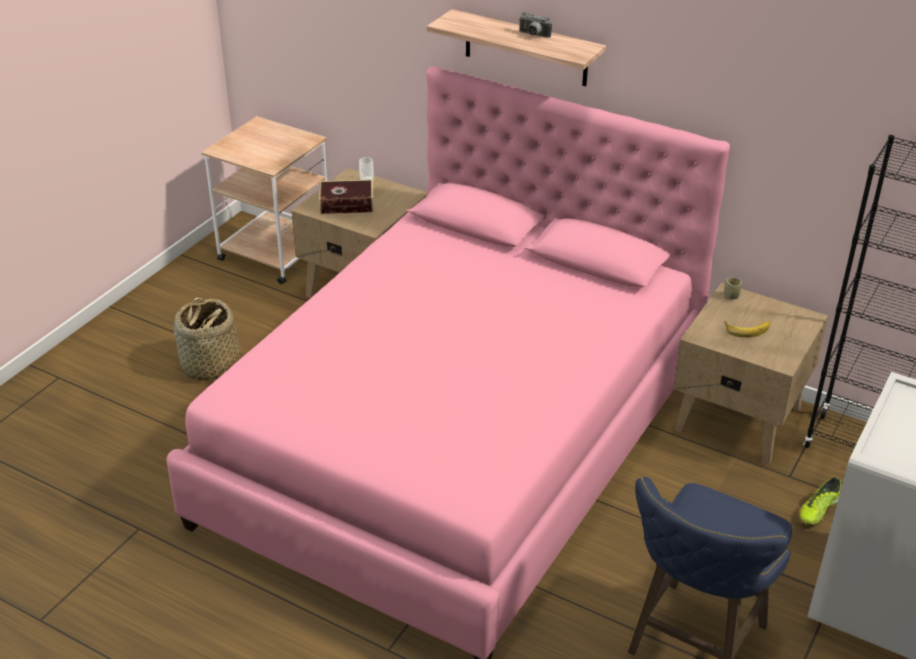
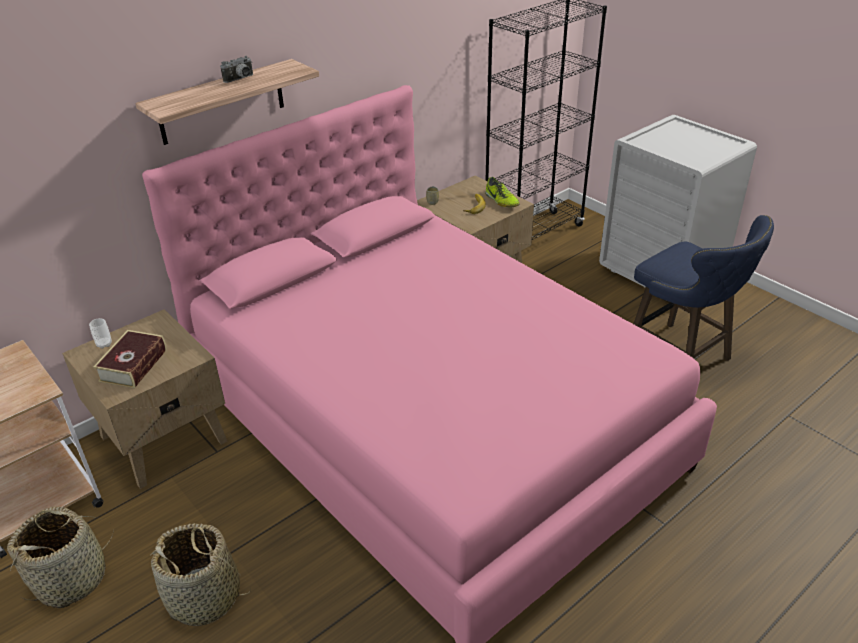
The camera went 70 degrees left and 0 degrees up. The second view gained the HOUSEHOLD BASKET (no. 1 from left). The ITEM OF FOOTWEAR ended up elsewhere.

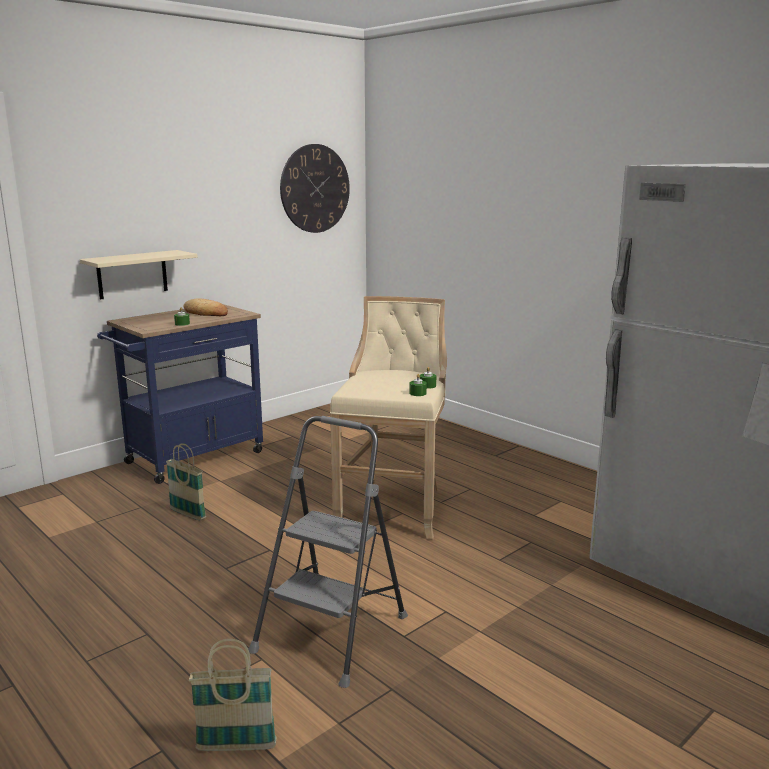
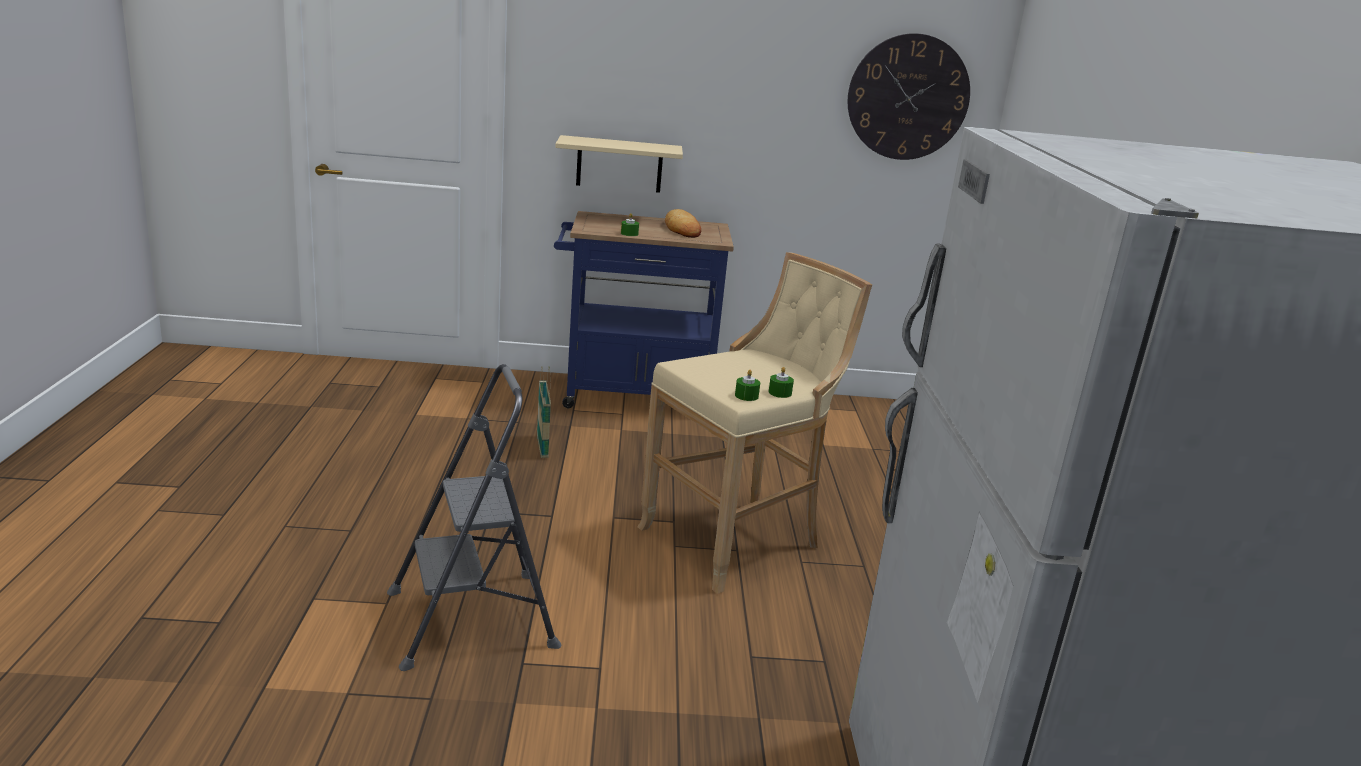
The camera went 40 degrees right and 5 degrees up. The second view lost the HOUSEHOLD BASKET (no. 2 from left).

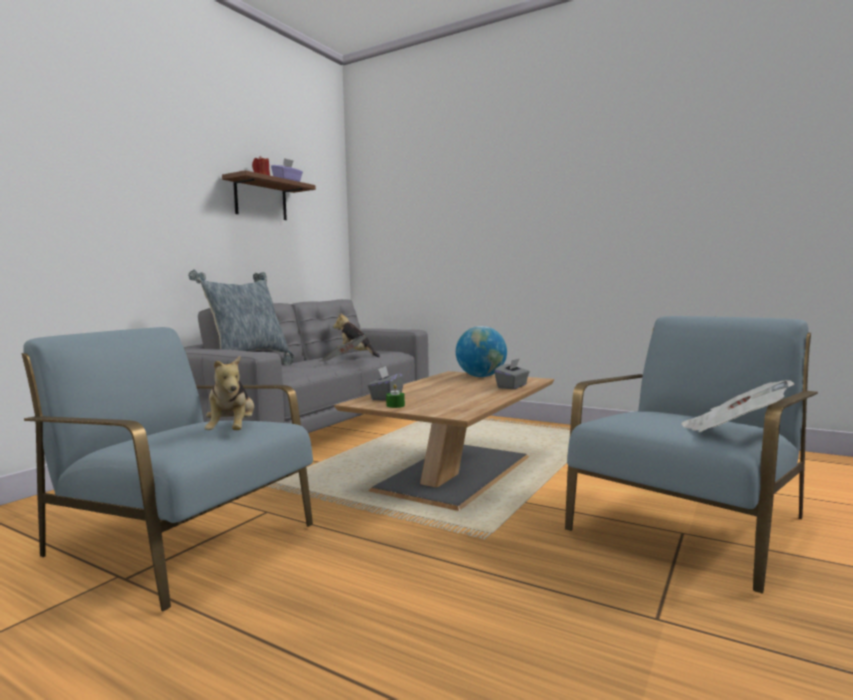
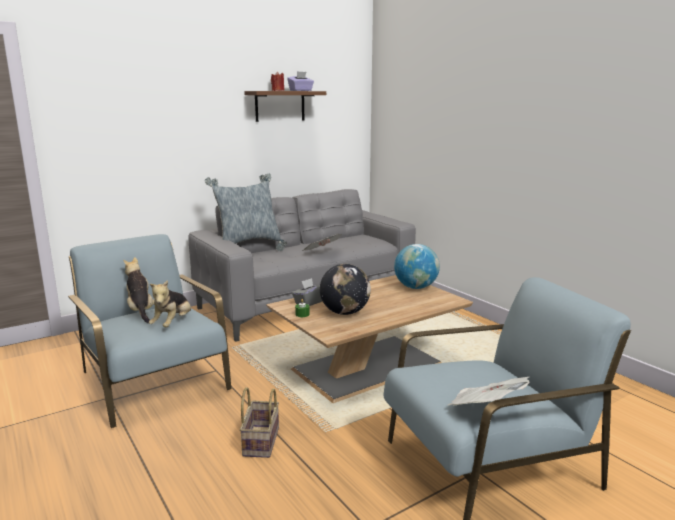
The camera went 25 degrees right and 10 degrees up. The second view lost the GREYISH BOX OF TISSUES (no. 2 from left). The second view gained the HOUSEHOLD BASKET. The second view gained the GLOBE (no. 1 from left). The SOFT TOY (no. 2 from left in the first image) ended up elsewhere.

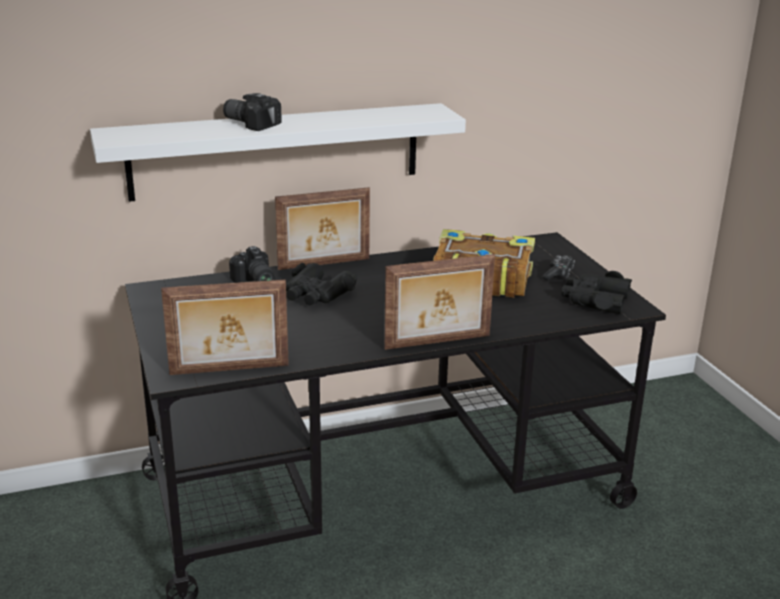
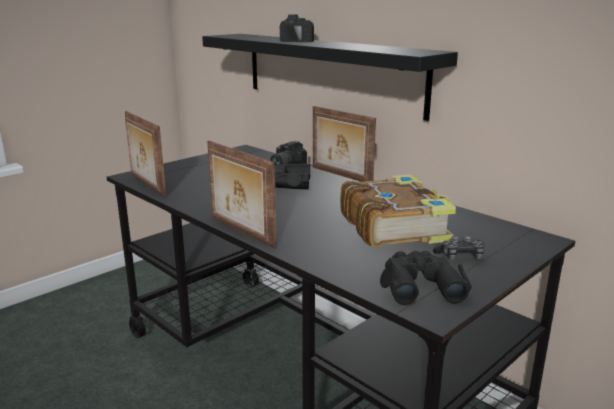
The camera went 65 degrees right and 5 degrees down. What was the WHITISH WALL SHELF turned into the BLACKISH WALL SHELF.

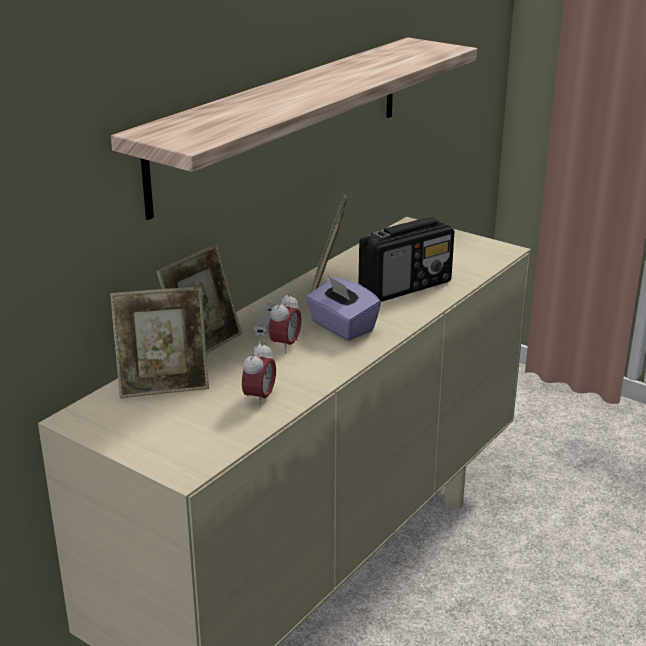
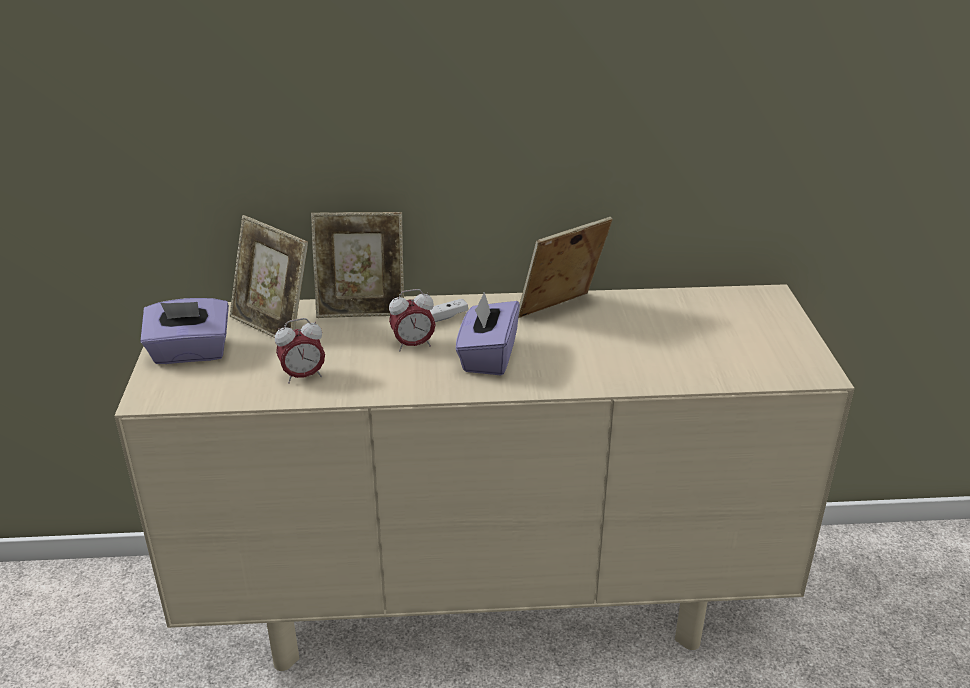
The camera went 50 degrees right and 5 degrees up. The second view lost the WALL SHELF. The second view lost the RADIO RECEIVER. The second view gained the PURPLE-COLOURED BOX OF TISSUES (no. 1 from left).

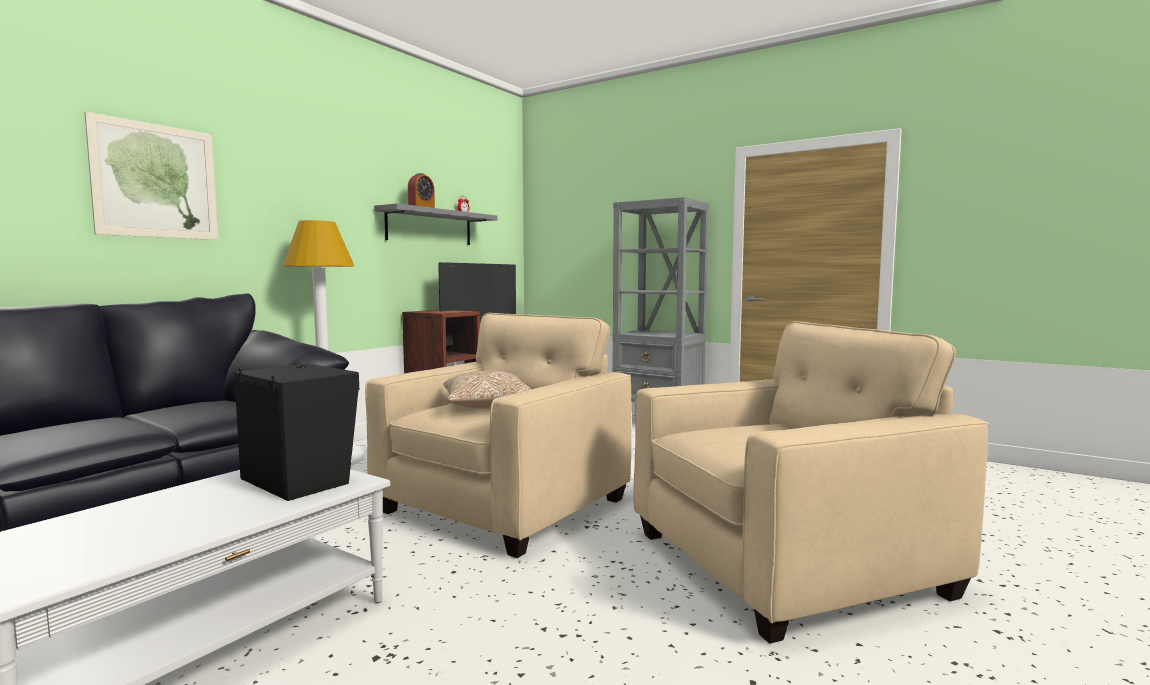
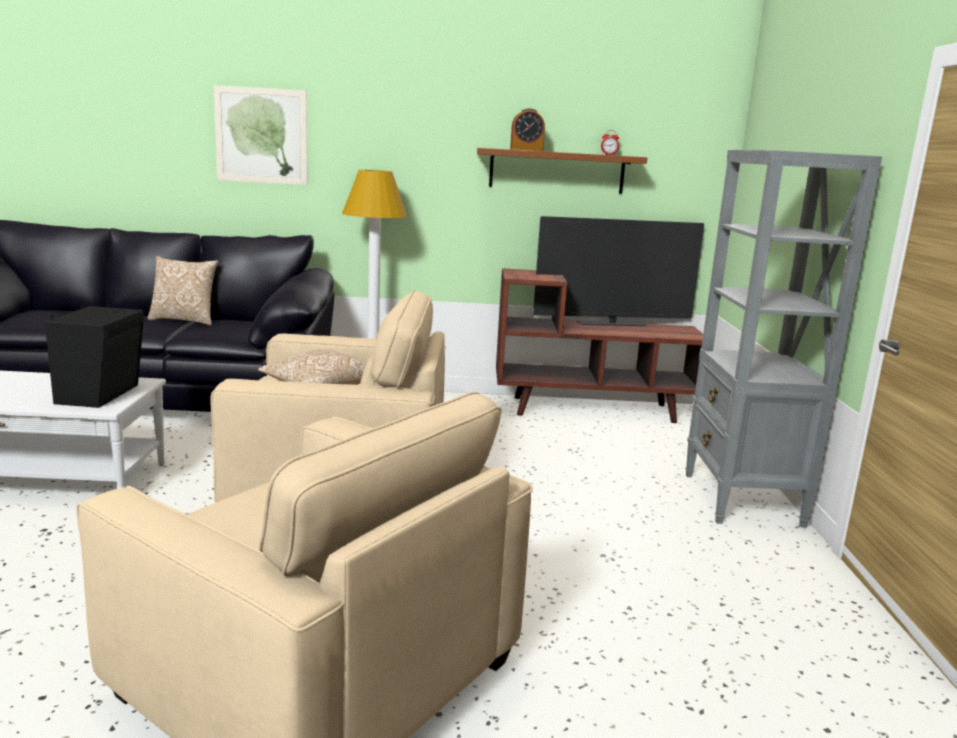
The camera went 55 degrees right and 10 degrees up. The second view gained the CUSHION (no. 1 from left). What was the GREYISH WALL SHELF turned into the BROWN-COLOURED WALL SHELF.

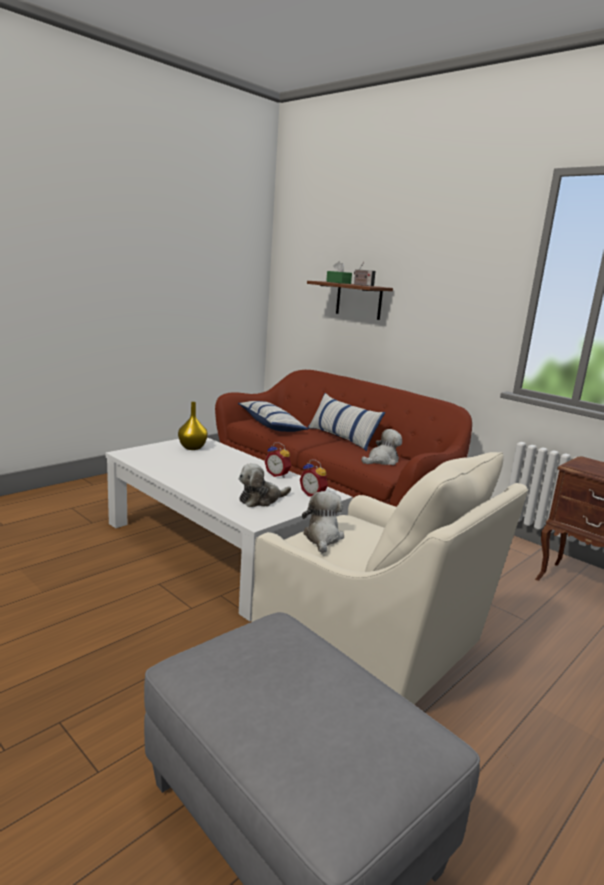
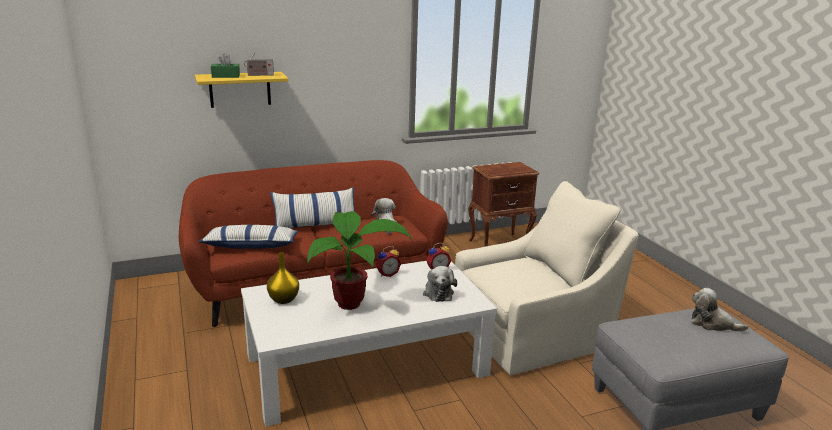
The camera went 65 degrees left and 5 degrees up. The second view gained the POTTED PLANT. The SOFT TOY (no. 2 from left in the first image) ended up elsewhere. What was the BROWN-COLOURED WALL SHELF turned into the YELLOW WALL SHELF.

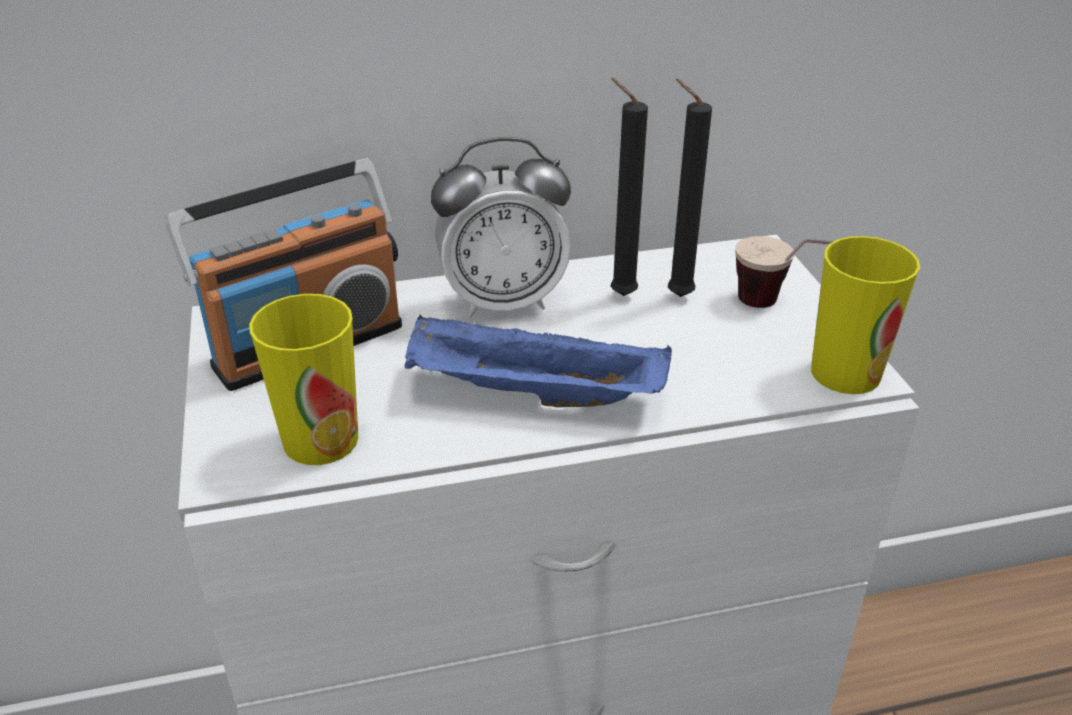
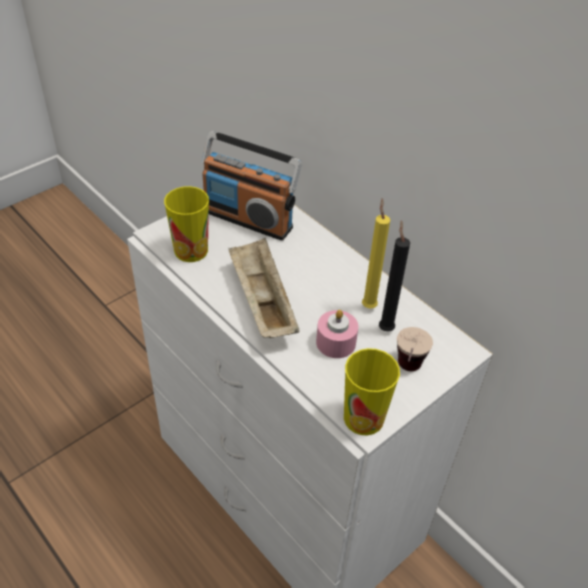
The camera went 60 degrees right and 10 degrees up. The second view lost the TABLE CLOCK. The second view gained the PINK WAX CANDLE. What was the BLUE-COLOURED CARRYING TRAY turned into the BEIGE CARRYING TRAY. What was the BLACKISH WAX CANDLE (no. 1 from left) turned into the YELLOW WAX CANDLE.

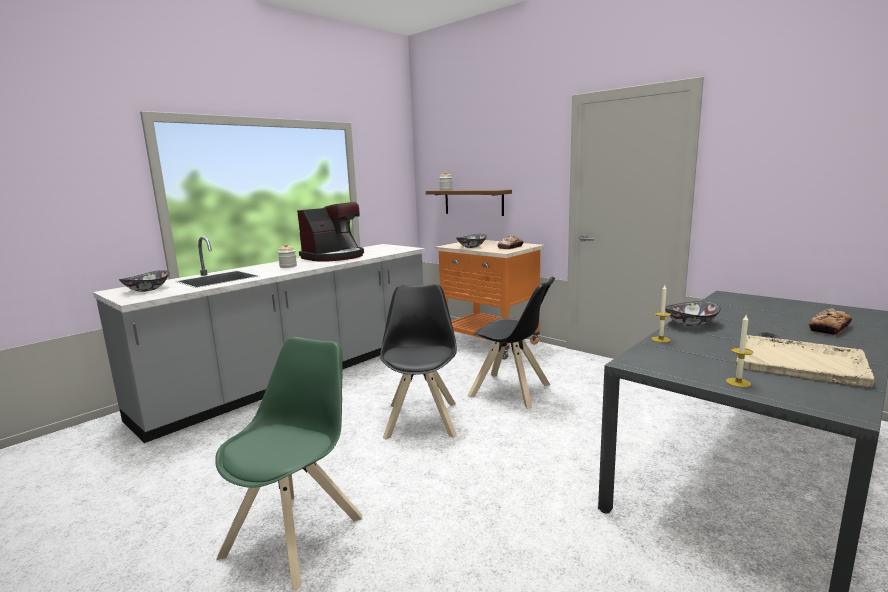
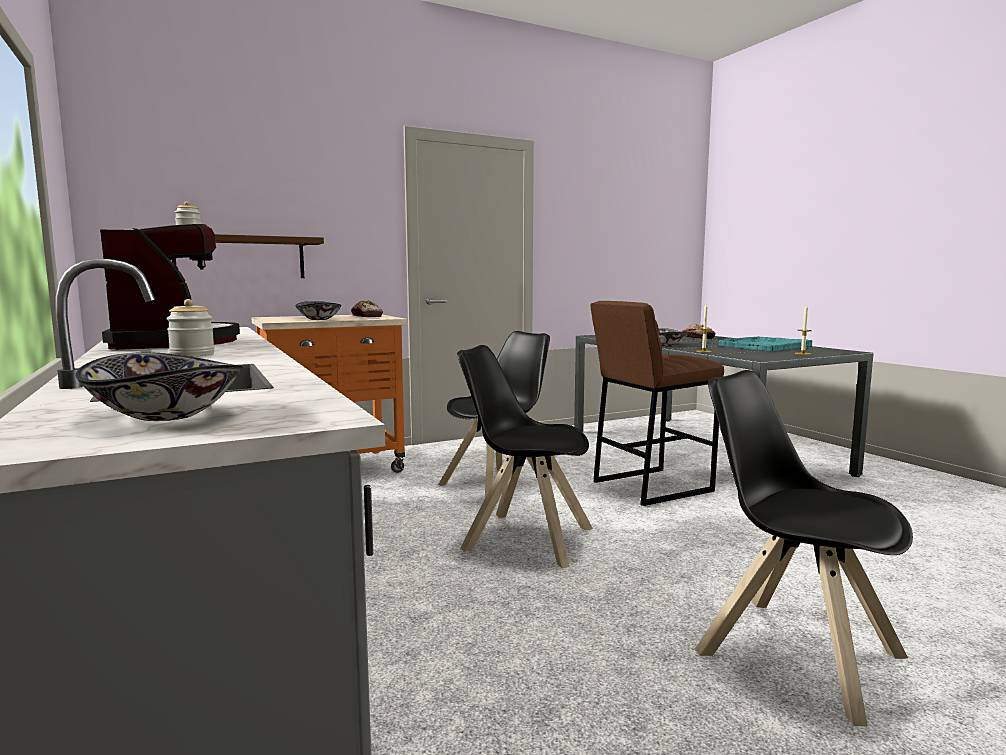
The camera went 70 degrees left and 5 degrees down. The second view gained the BROWN-COLOURED STOOL. What was the GREEN-COLOURED PLAIN CHAIR turned into the BLACKISH PLAIN CHAIR (no. 3 from left). What was the BEIGE CARRYING TRAY turned into the BLUE-GREEN CARRYING TRAY.

